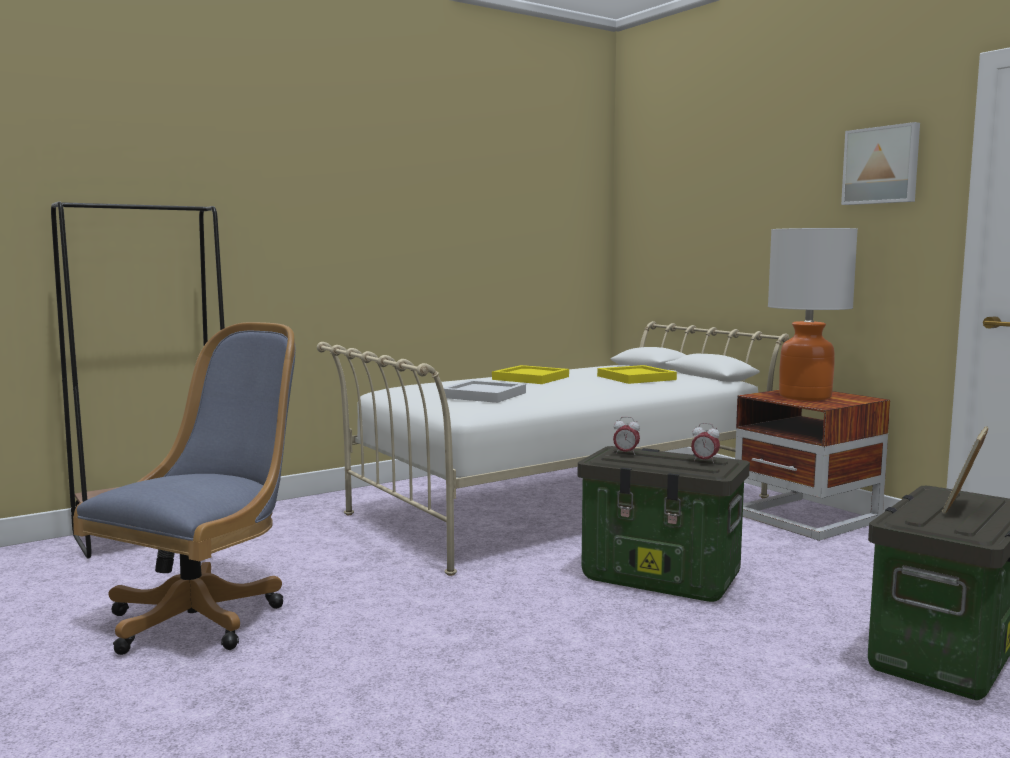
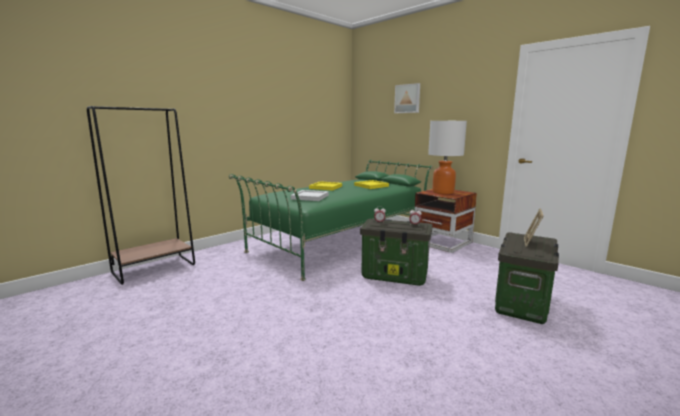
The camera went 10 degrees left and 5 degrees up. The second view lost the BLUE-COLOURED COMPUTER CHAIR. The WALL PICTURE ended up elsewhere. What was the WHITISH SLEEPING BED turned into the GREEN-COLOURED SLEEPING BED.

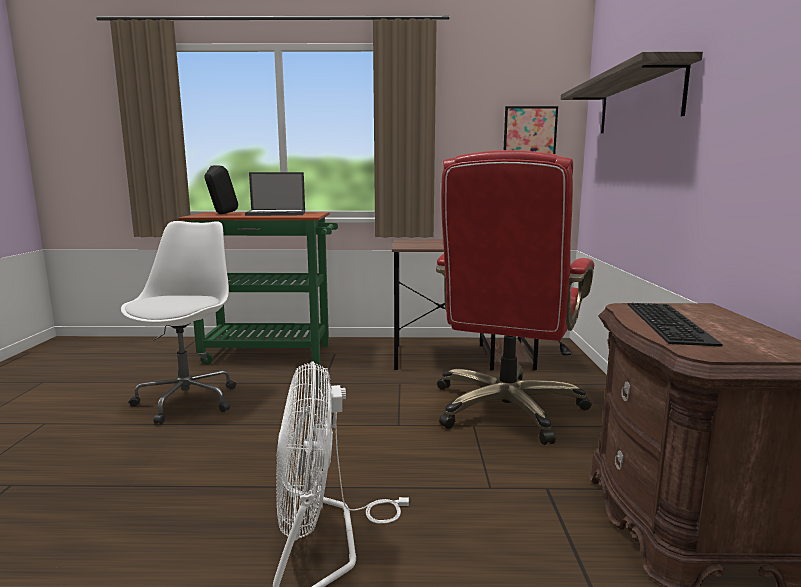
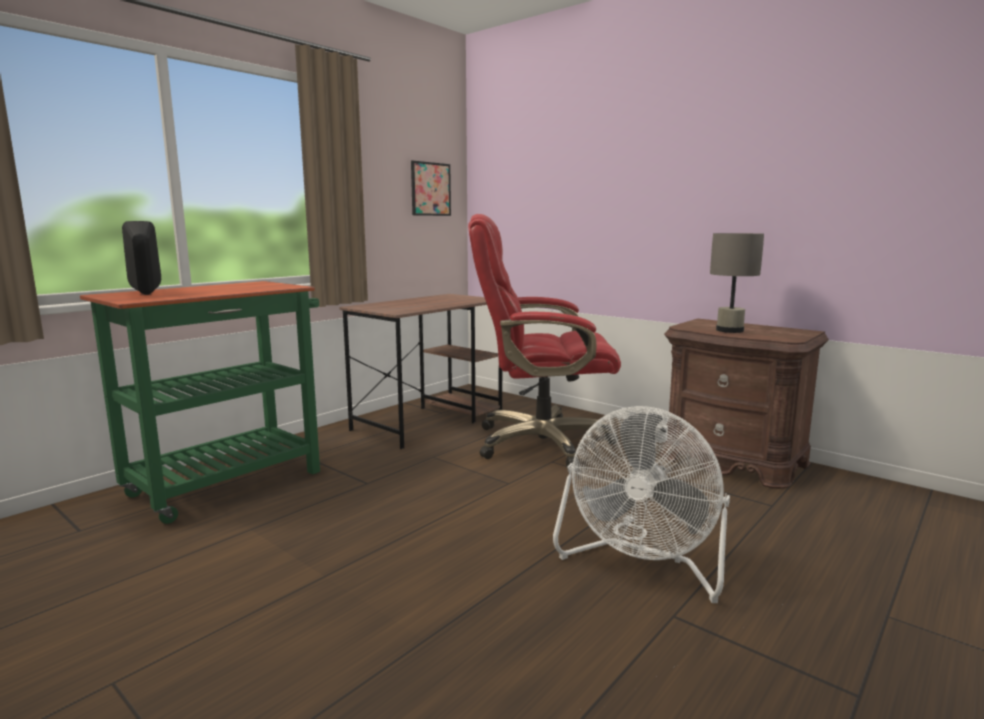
The camera went 50 degrees left and 0 degrees up. The second view lost the WHITISH COMPUTER CHAIR. The second view lost the PORTABLE COMPUTER. The second view lost the WALL SHELF. Where the PC KEYBOARD stood, the GREYISH LAMP FOR A TABLE came to stand. The RED COMPUTER CHAIR ended up facing another way, 120 degrees clockwise from before.

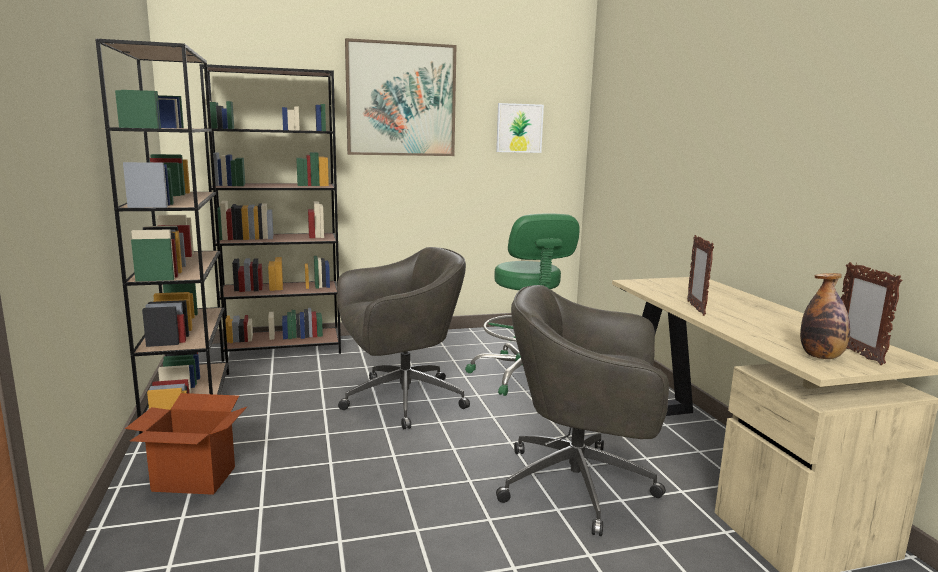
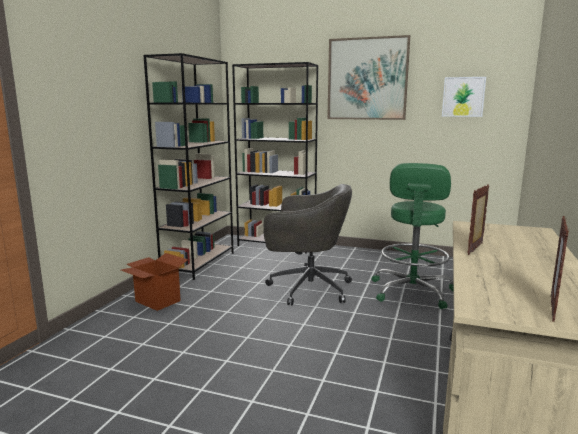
The camera went 35 degrees right and 0 degrees up. The second view lost the GREYISH COMPUTER CHAIR (no. 2 from left). The second view lost the BEVERAGE BOTTLE.

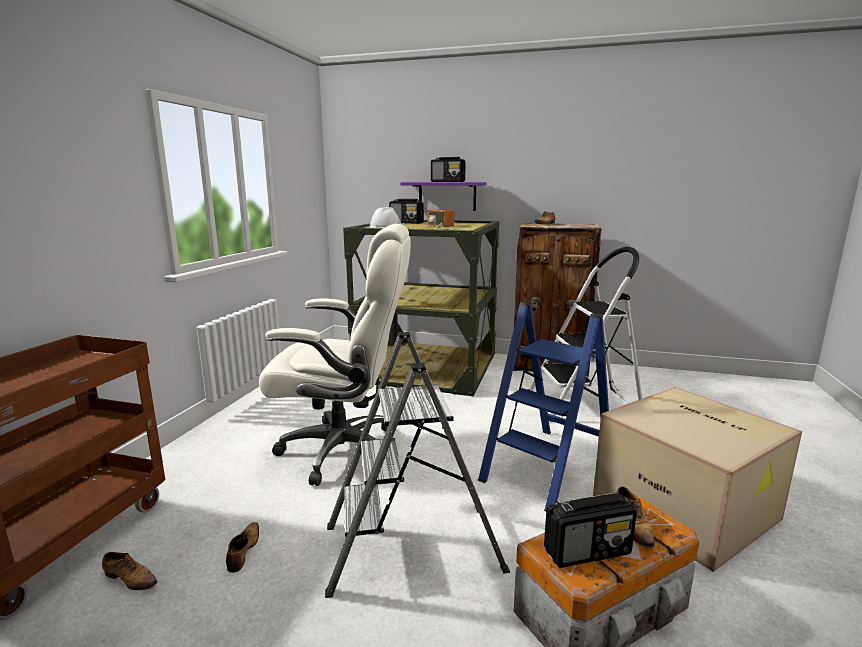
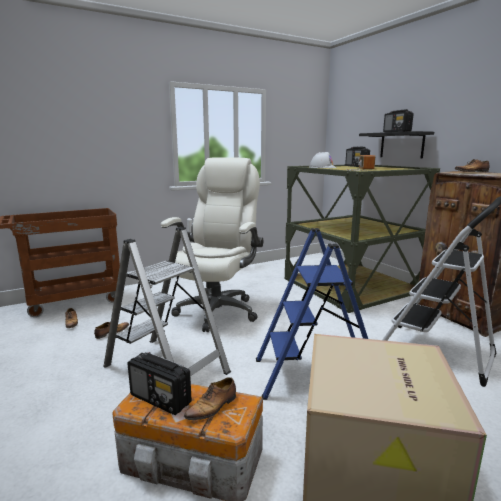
The camera went 45 degrees right and 0 degrees up. What was the PURPLE-COLOURED WALL SHELF turned into the BLACKISH WALL SHELF. The WHITISH COMPUTER CHAIR ended up facing another way, 120 degrees counterclockwise from before.

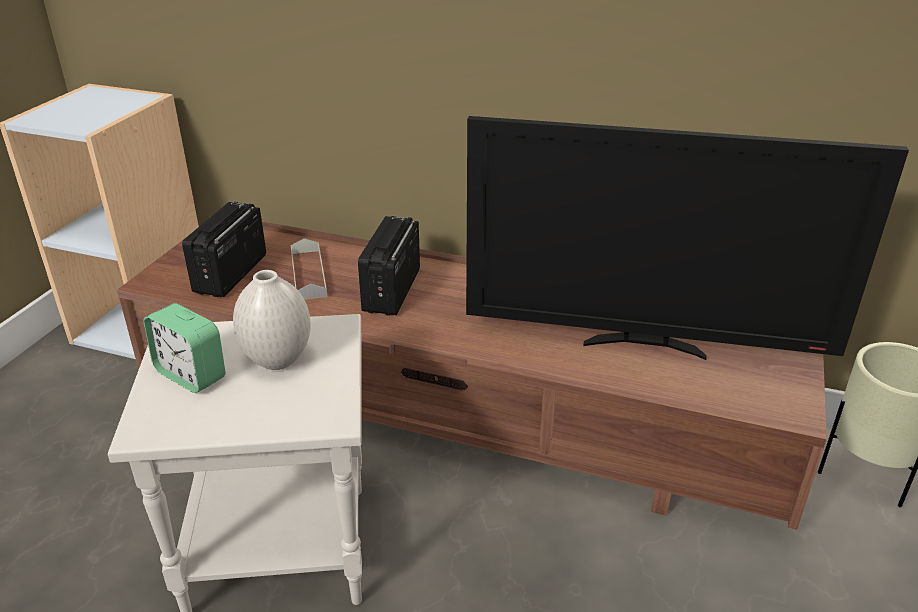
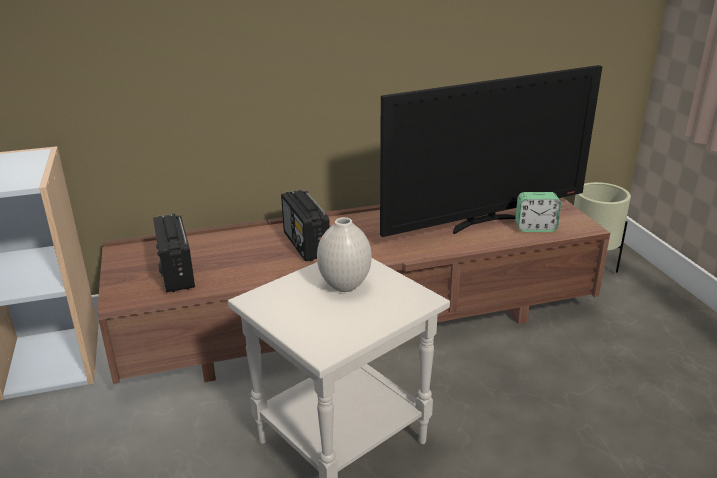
The camera went 35 degrees left and 5 degrees down. The second view lost the GREYISH CARRYING TRAY. The TABLE CLOCK ended up elsewhere.

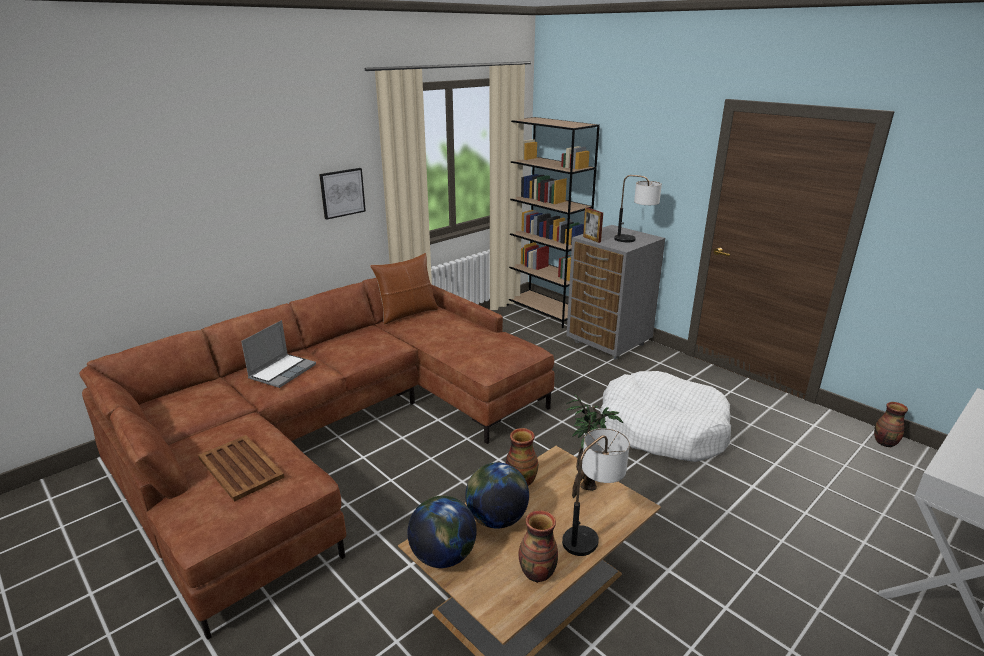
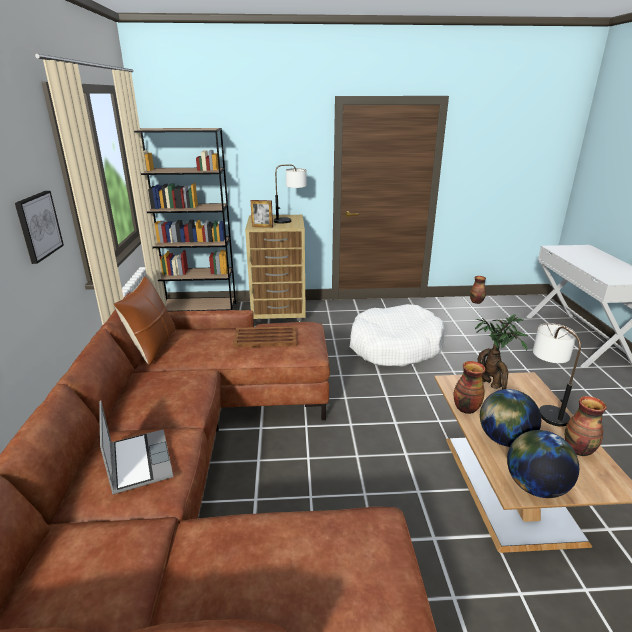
The camera went 50 degrees left and 0 degrees up. The BROWN-COLOURED CARRYING TRAY ended up elsewhere. What was the GREYISH DRESSER turned into the BROWN-COLOURED DRESSER.

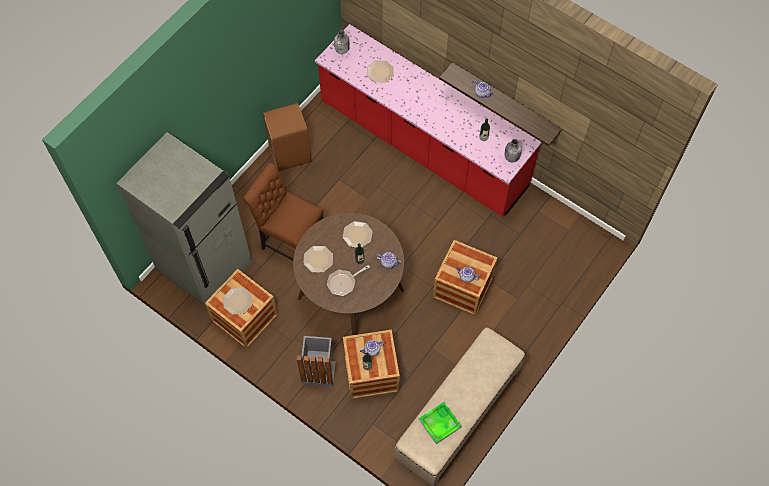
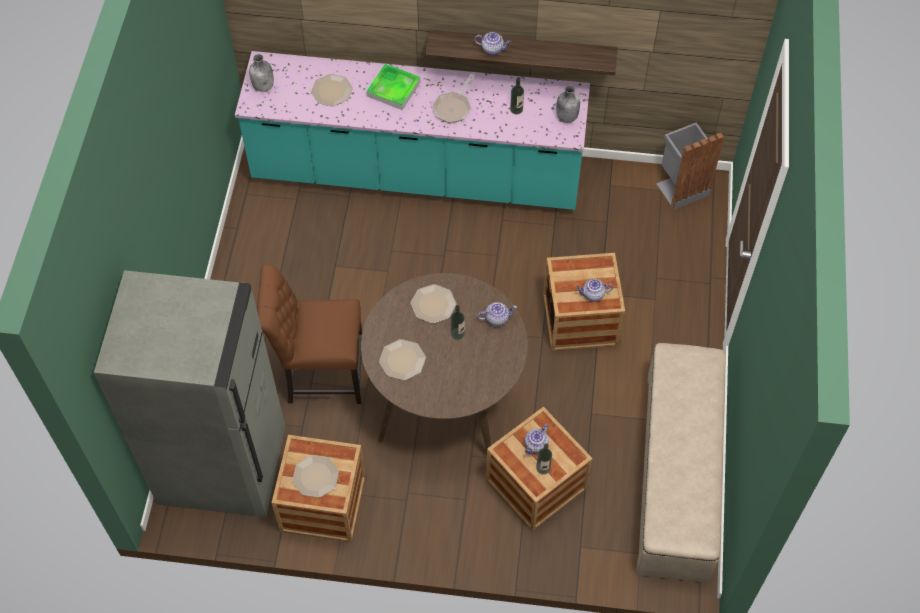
The camera went 30 degrees left and 5 degrees down. The second view lost the BROWN-COLOURED RUBBISH BIN. The GREYISH RUBBISH BIN ended up elsewhere. The PAN ended up elsewhere. The CARRYING TRAY ended up elsewhere. What was the RED KITCHEN COUNTER turned into the BLUE-GREEN KITCHEN COUNTER.

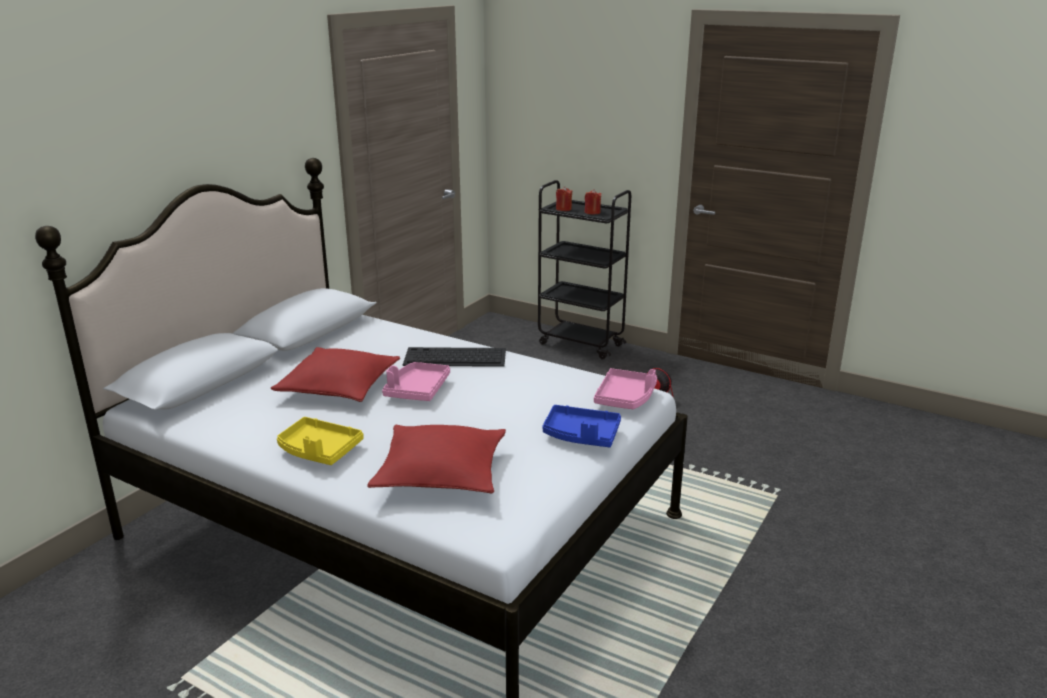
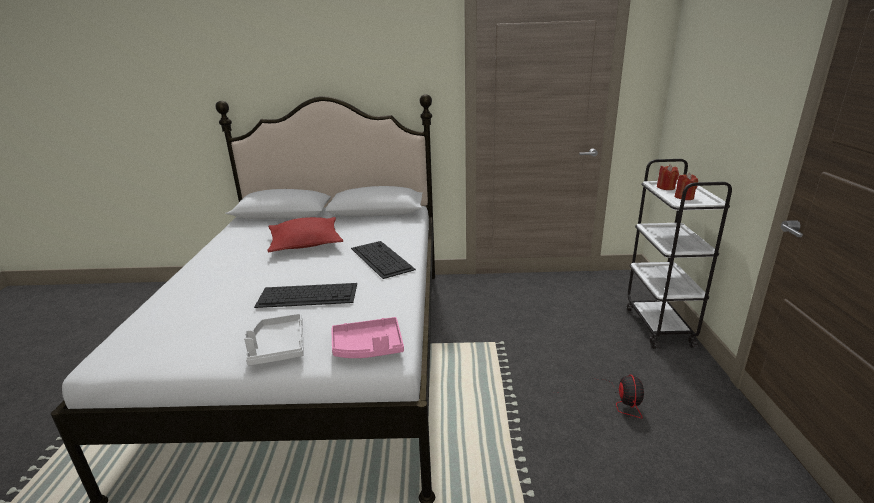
The camera went 60 degrees right and 0 degrees up. The second view lost the YELLOW CARRYING TRAY. The second view lost the RED CUSHION (no. 2 from left). The second view lost the PINK CARRYING TRAY (no. 1 from left). The second view gained the PC KEYBOARD (no. 1 from left). What was the BLACKISH CART turned into the WHITISH CART. What was the BLUE-COLOURED CARRYING TRAY turned into the GREYISH CARRYING TRAY.

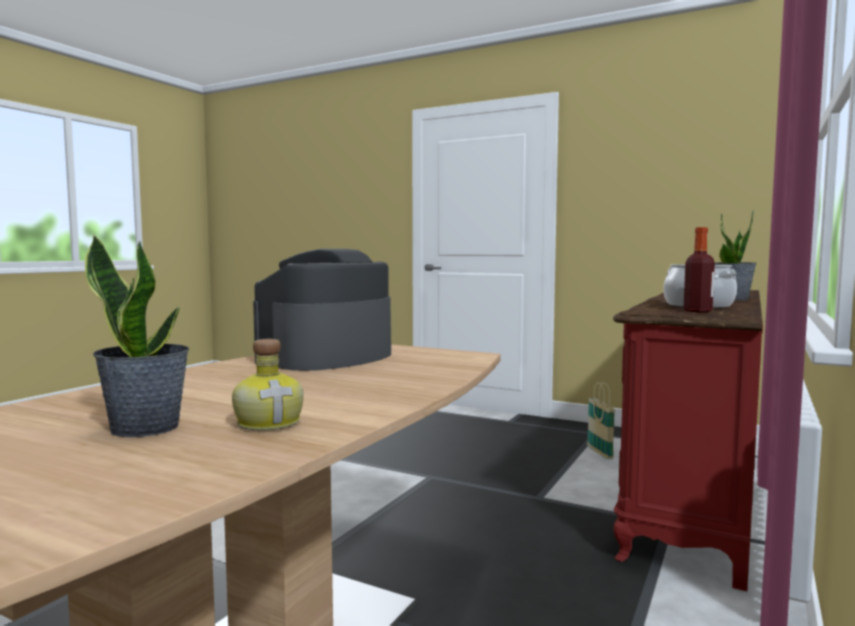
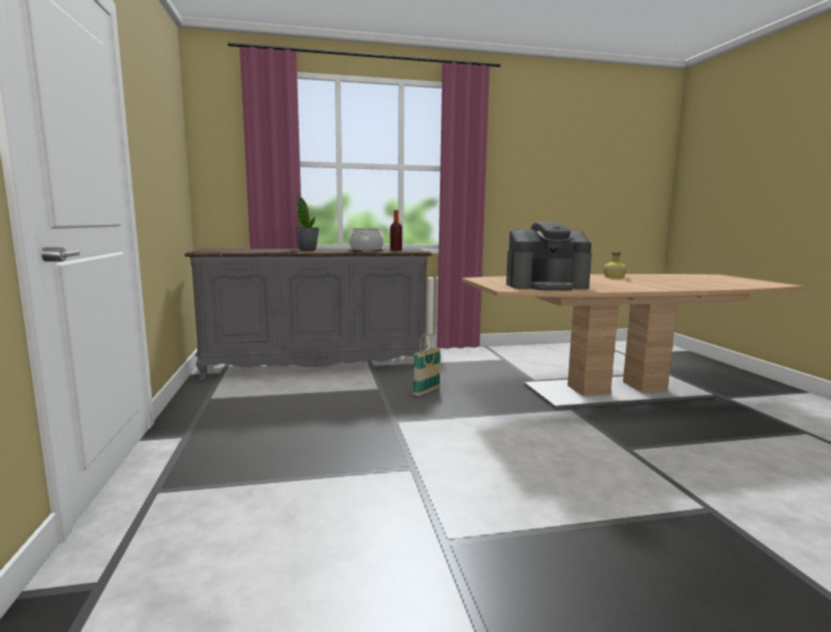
The camera went 130 degrees left and 5 degrees up. The second view lost the POTTED PLANT (no. 1 from left). The HOUSEHOLD BASKET ended up elsewhere. What was the RED STORAGE CABINET turned into the GREYISH STORAGE CABINET.

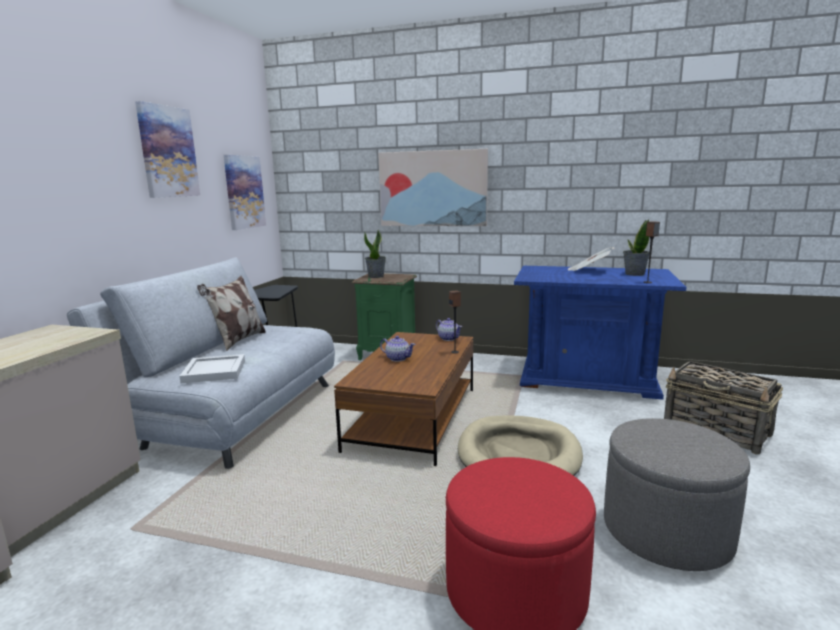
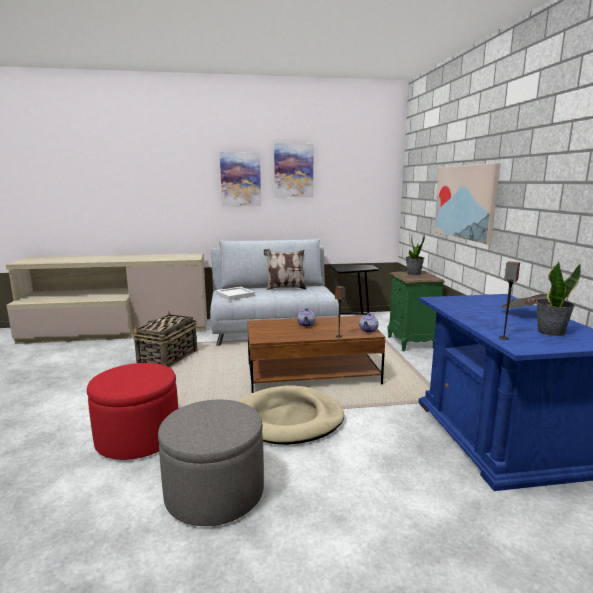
The camera went 65 degrees right and 0 degrees up. The WALL PICTURE (no. 2 from left in the first image) ended up elsewhere. The HOUSEHOLD BASKET ended up elsewhere.

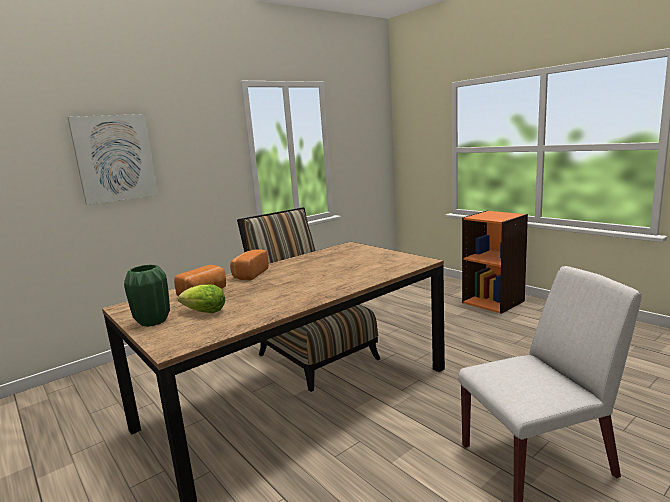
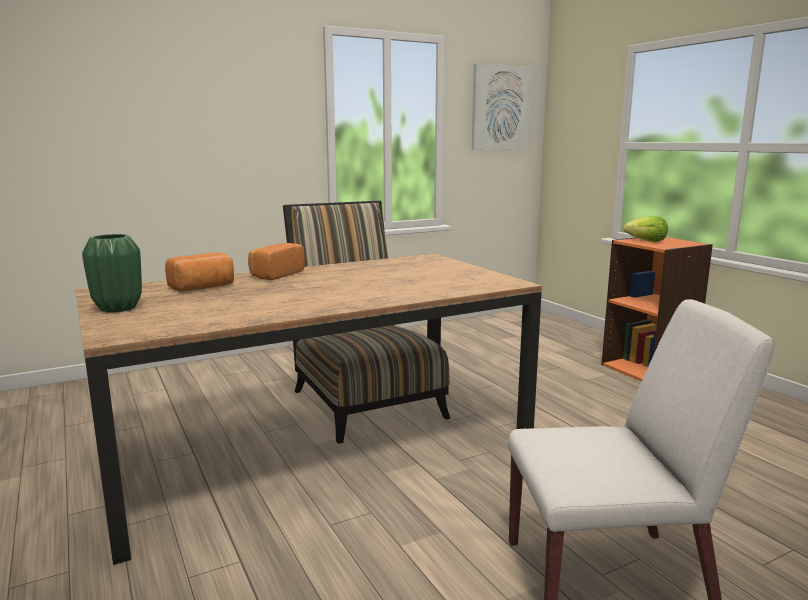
The camera went 10 degrees right and 0 degrees up. The WALL PICTURE ended up elsewhere. The LETTUCE HEAD ended up elsewhere.

